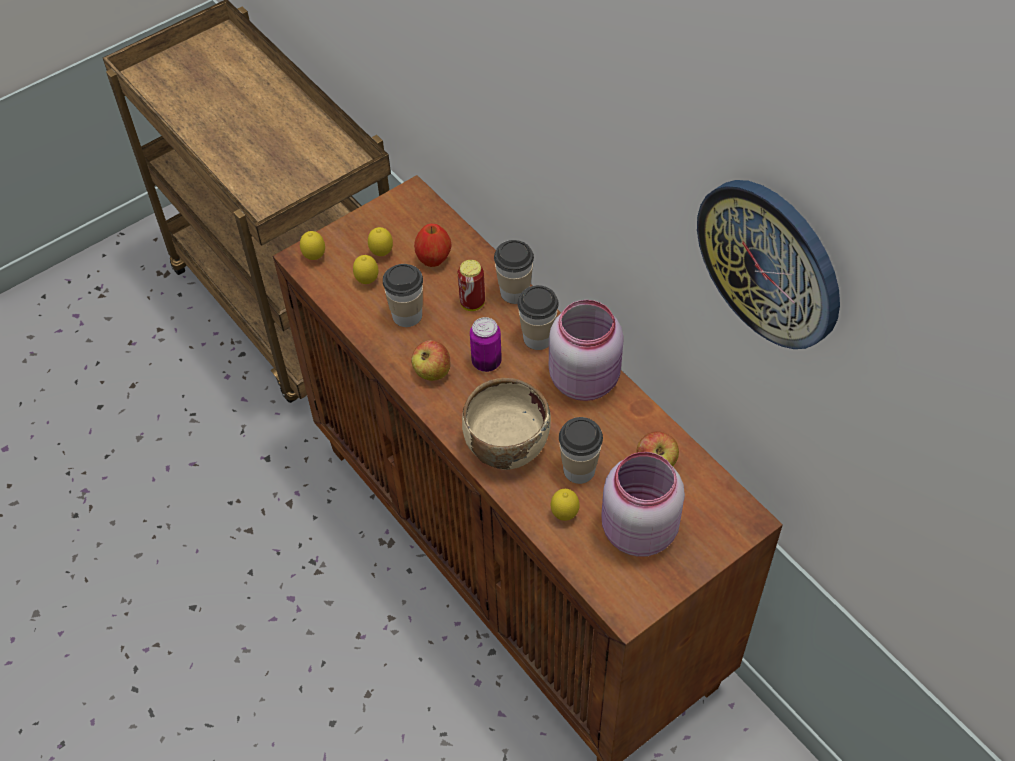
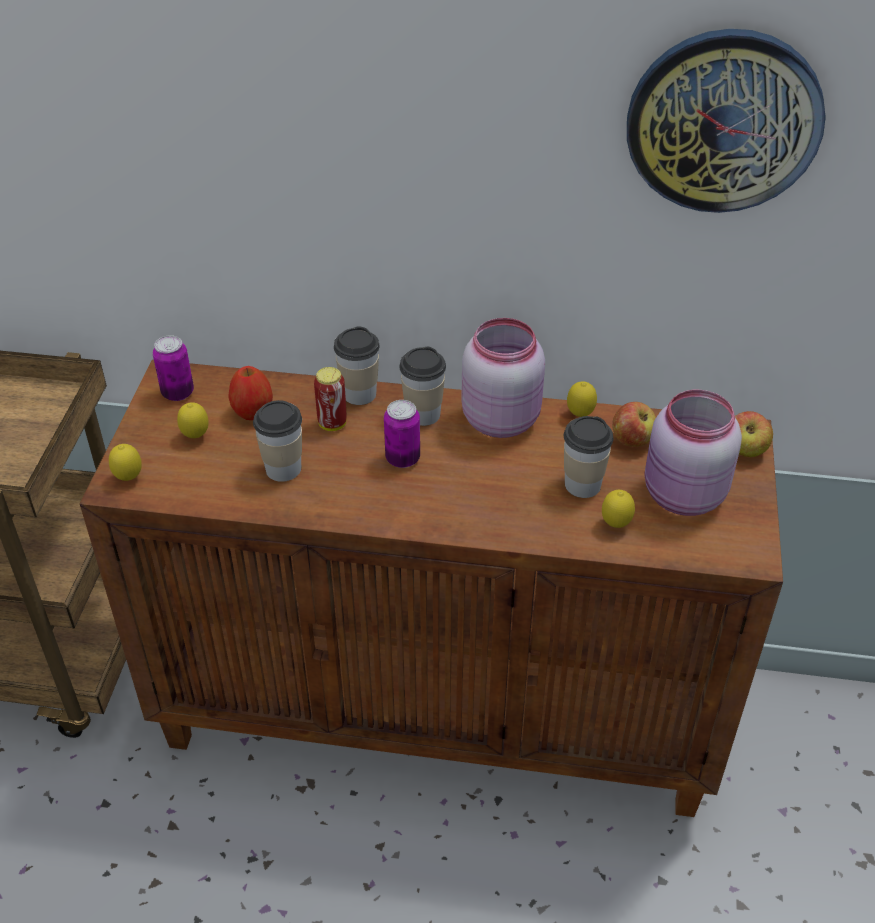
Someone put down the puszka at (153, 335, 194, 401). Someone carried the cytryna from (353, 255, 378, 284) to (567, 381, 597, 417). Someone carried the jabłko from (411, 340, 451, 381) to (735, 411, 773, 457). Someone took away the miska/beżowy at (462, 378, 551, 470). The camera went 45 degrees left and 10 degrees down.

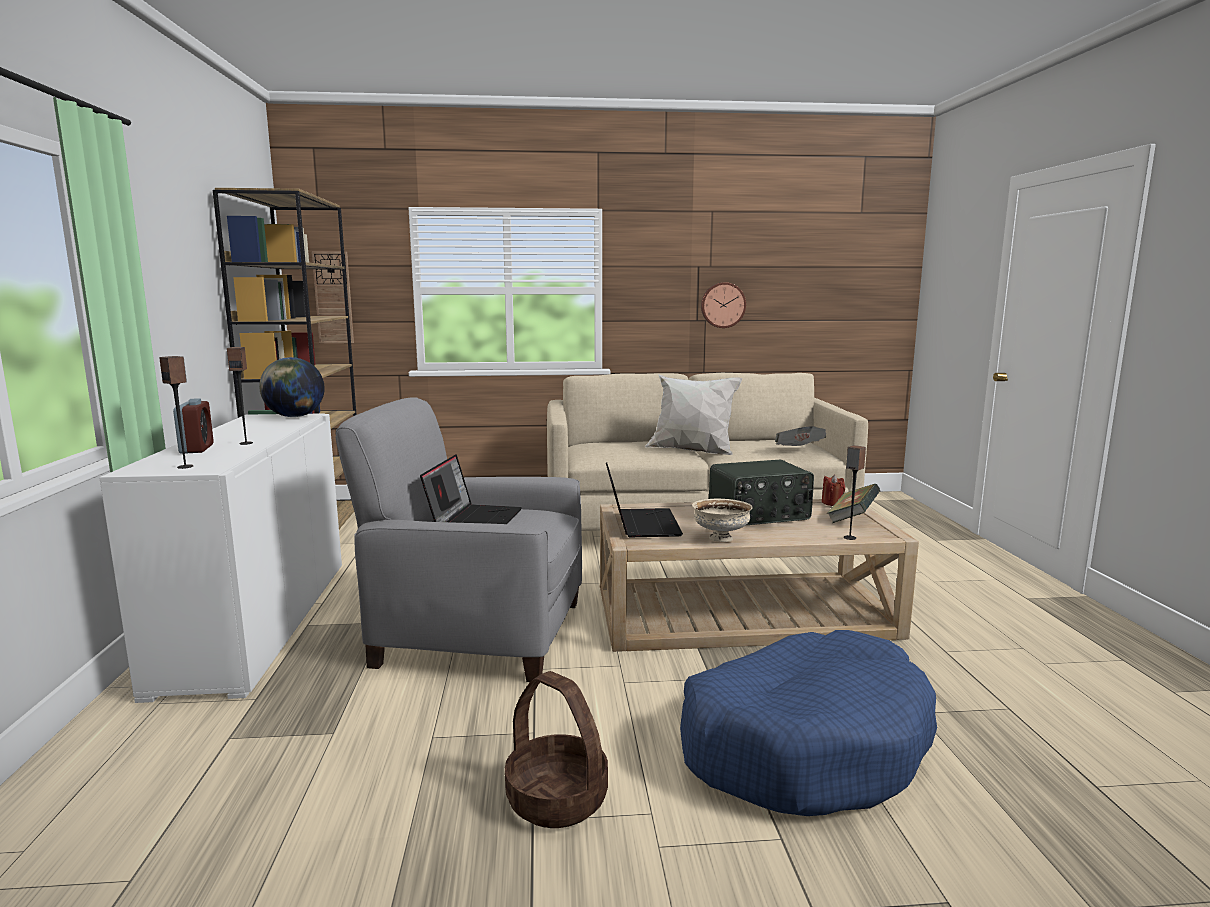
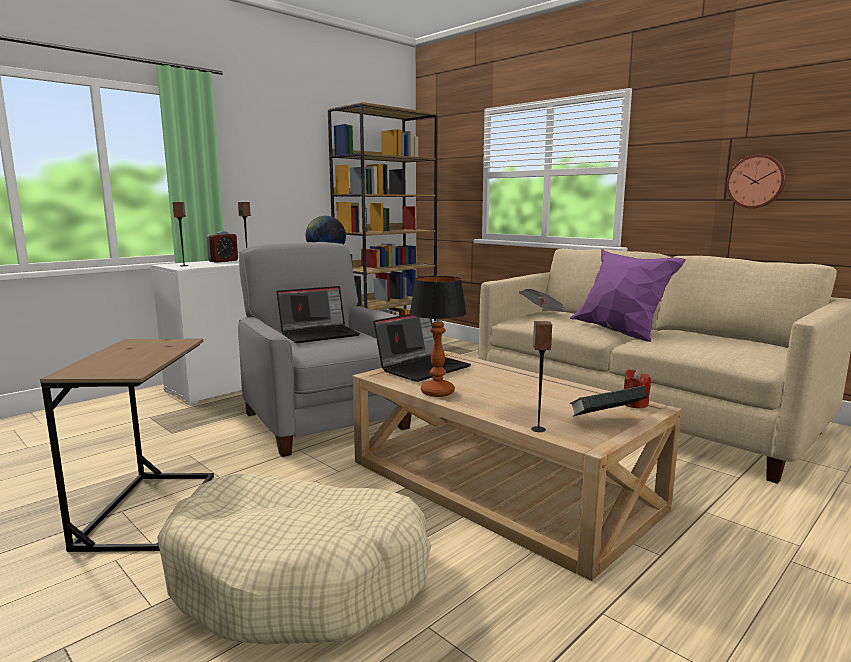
Someone swapped the koszyk at (505, 671, 608, 828) for the stolik/brązowy at (40, 339, 214, 552). Someone repainted the legowisko/niebieski at (680, 630, 937, 816), which became the legowisko/beżowy at (157, 474, 431, 645). Someone swapped the miska/beżowy at (692, 499, 753, 542) for the lampa stołowa at (410, 276, 467, 397). Someone carried the gazeta from (775, 426, 826, 446) to (519, 289, 566, 312). Someone repainted the poduszka/biały at (645, 374, 742, 455), which became the poduszka/fioletowy at (570, 249, 686, 342). Someone took away the zegar ścienny at (312, 252, 354, 343). Someone took away the radio at (709, 460, 814, 525). The camera went 50 degrees right and 0 degrees up.

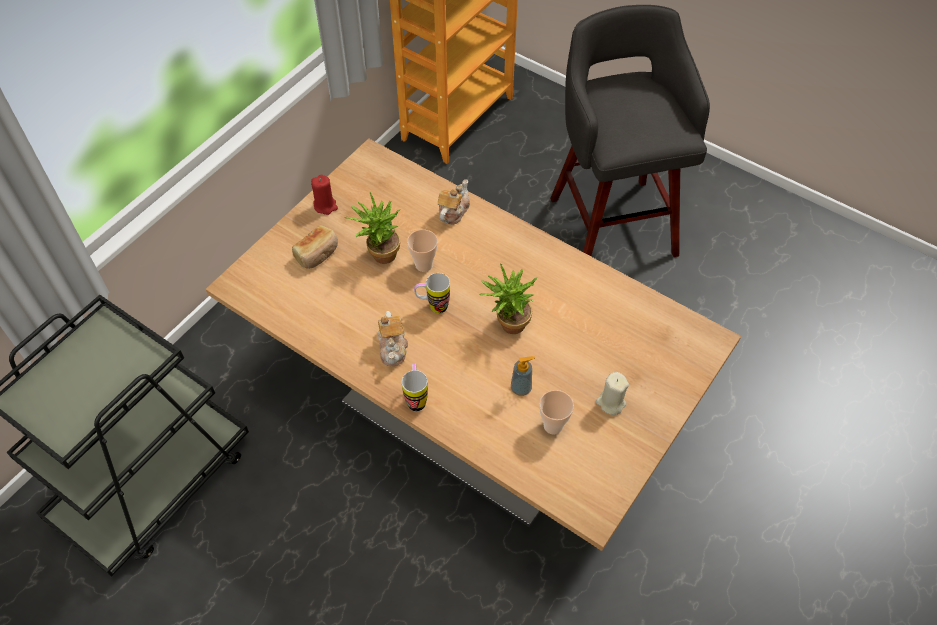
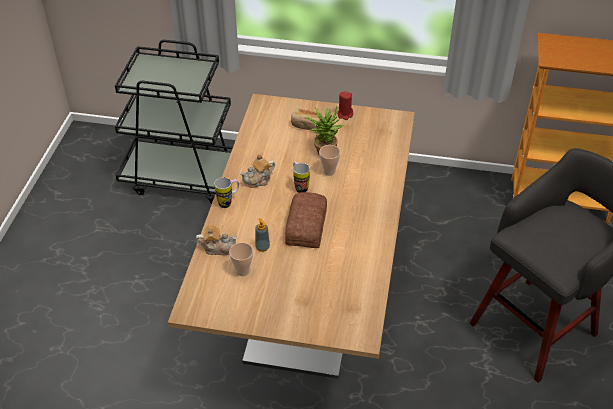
Someone carried the imbryk from (438, 179, 470, 225) to (196, 224, 238, 255). Someone swapped the roślina doniczkowa at (479, 263, 538, 334) for the chleb at (285, 192, 327, 248). Someone took away the świeca/beżowy at (596, 372, 629, 415). The camera went 65 degrees right and 10 degrees down.

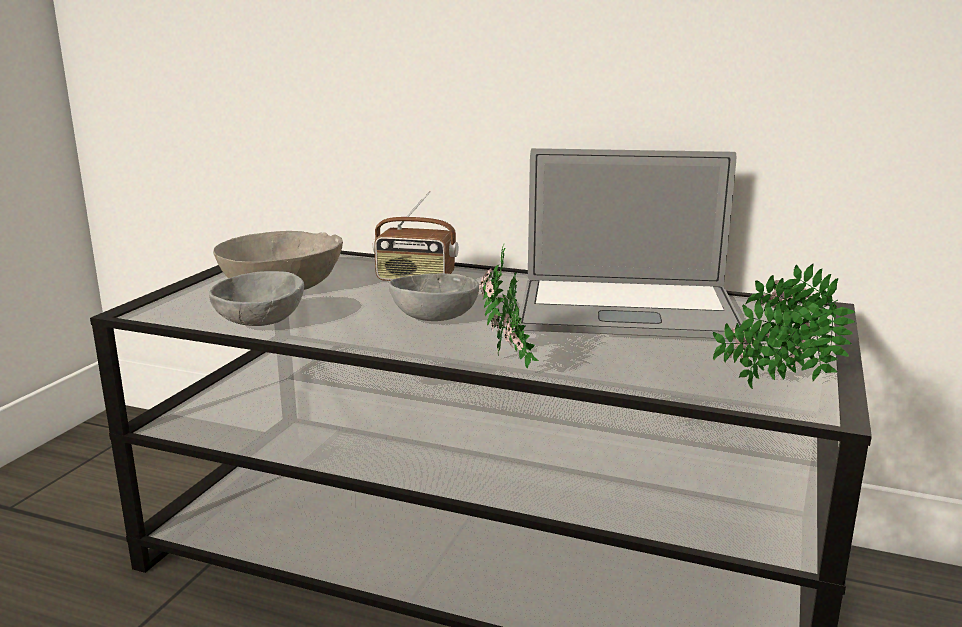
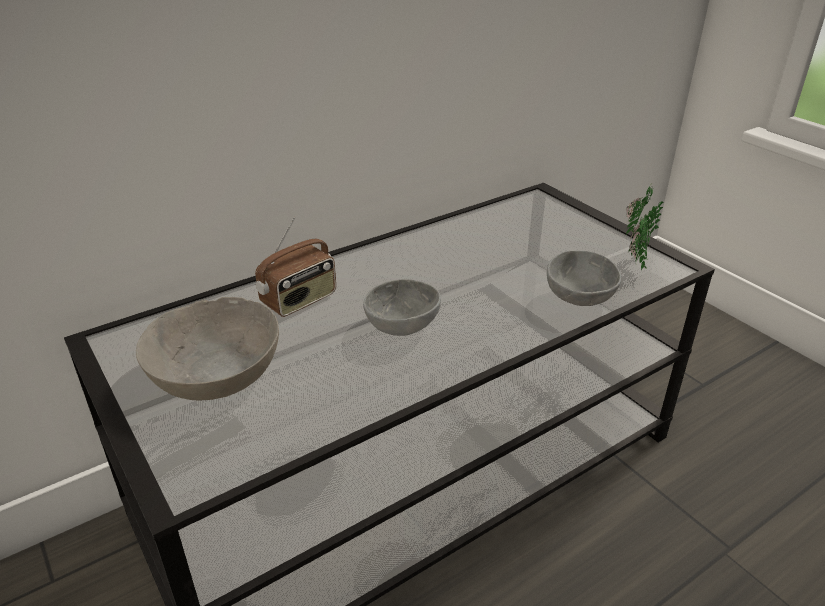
Someone carried the miska/szary from (209, 271, 304, 326) to (547, 250, 621, 306). Someone took away the roślina doniczkowa at (479, 243, 539, 369). Someone took away the laptop at (519, 148, 742, 339). The camera went 55 degrees left and 15 degrees up.

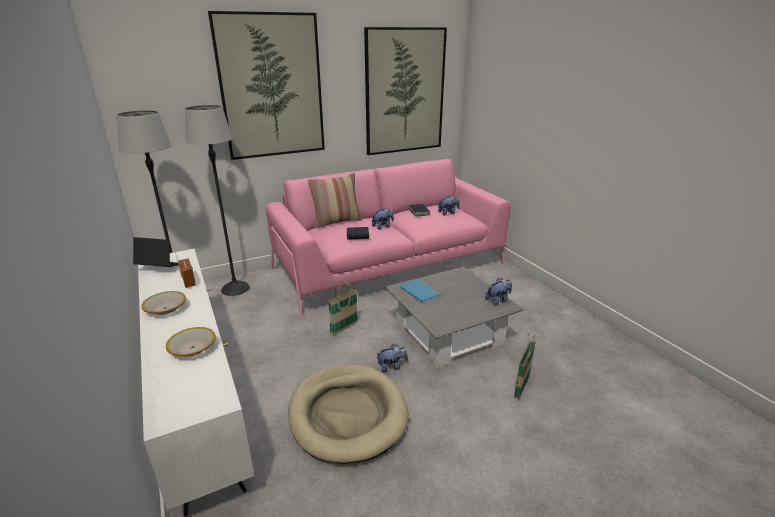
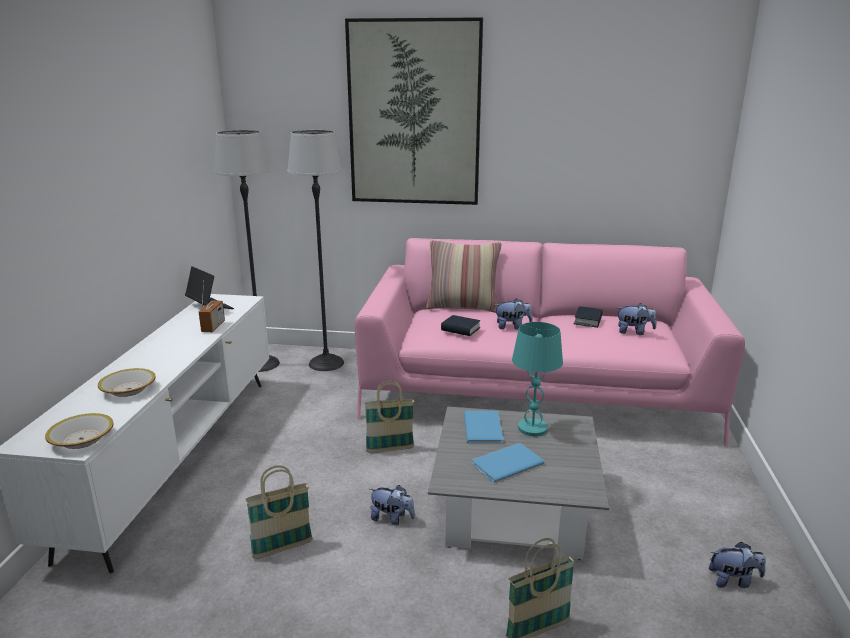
Someone carried the miska from (142, 291, 186, 315) to (45, 413, 114, 449). Someone swapped the legowisko/beżowy at (288, 365, 409, 464) for the koszyk at (246, 465, 313, 559). Someone put down the książka/niebieski at (472, 443, 544, 483). Someone put down the lampa stołowa/turkusowy at (512, 322, 563, 436). Someone carried the pluszak from (485, 278, 512, 306) to (709, 542, 766, 588). Someone took away the obraz at (364, 27, 447, 155). The camera went 35 degrees right and 5 degrees down.

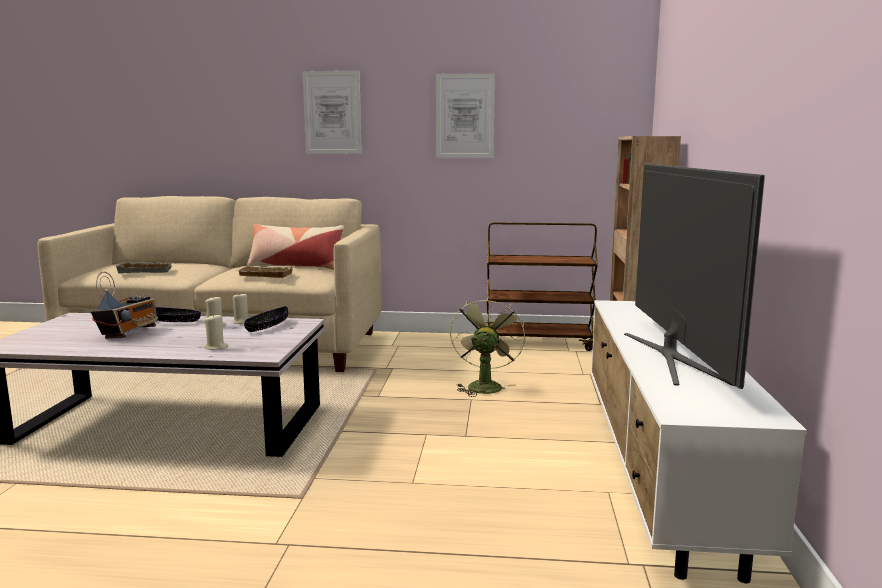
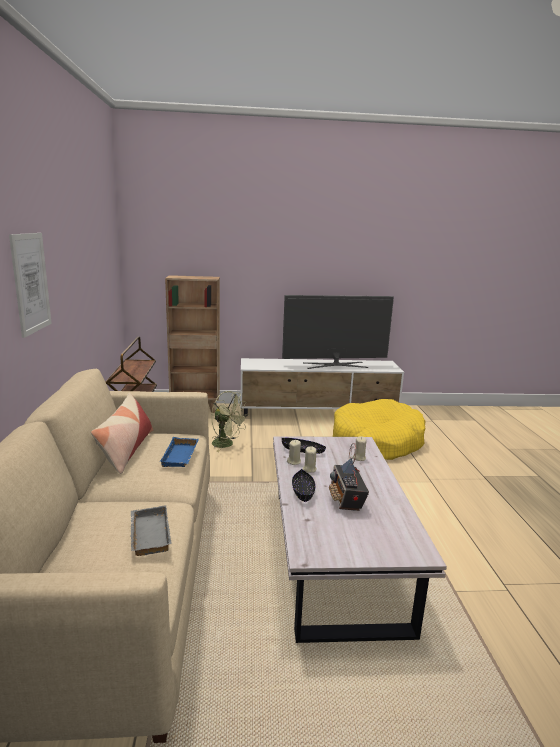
Someone repainted the taca/beżowy at (236, 266, 294, 278), which became the taca/niebieski at (159, 437, 199, 467). Someone rotated the wentylator/zielony at (450, 297, 525, 397) by 150 degrees counterclockwise. Someone rotated the radio at (91, 272, 158, 339) by 105 degrees counterclockwise. Someone put down the legowisko/żółty at (332, 399, 426, 460). Someone took away the obraz at (436, 73, 495, 158). The camera went 100 degrees left and 5 degrees up.

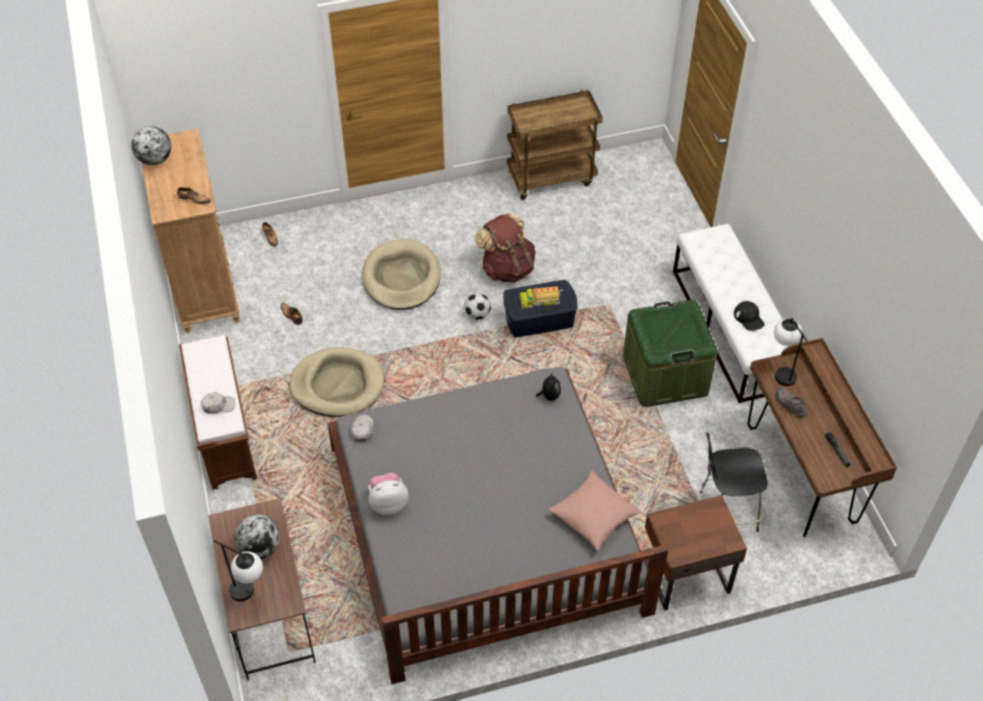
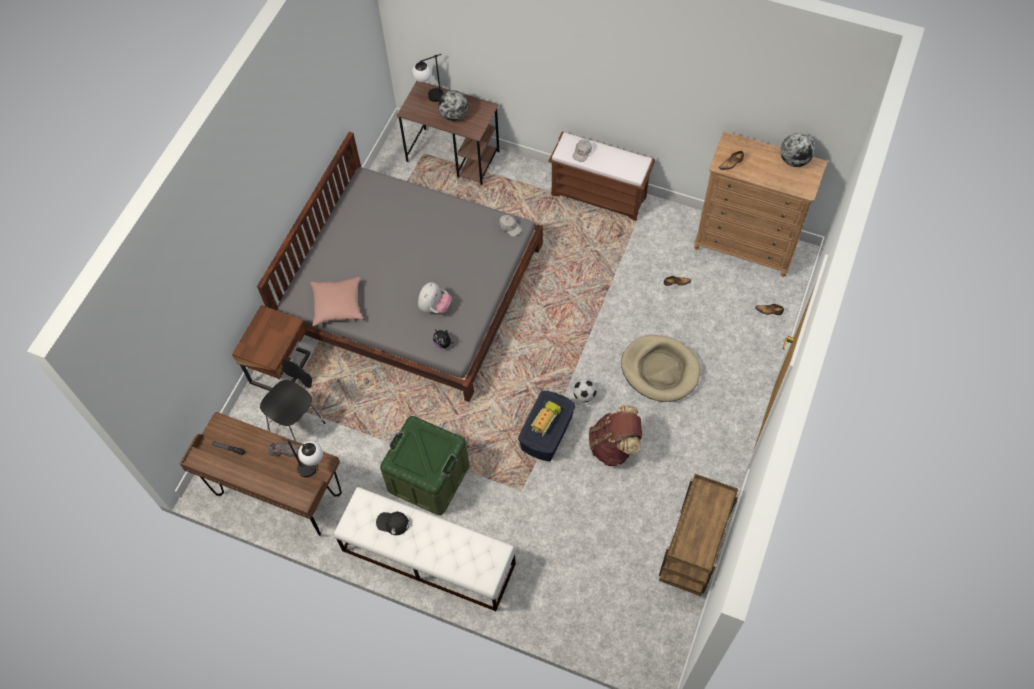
Someone carried the pluszak from (368, 473, 409, 515) to (418, 282, 452, 313). Someone took away the legowisko/beżowy at (289, 347, 384, 417). The camera went 130 degrees right and 10 degrees up.

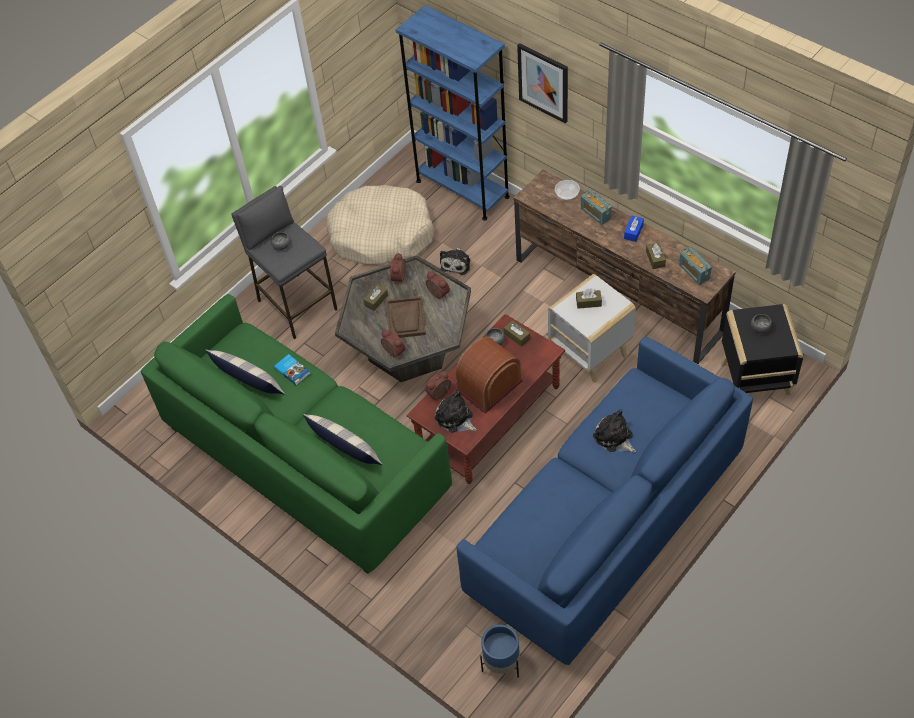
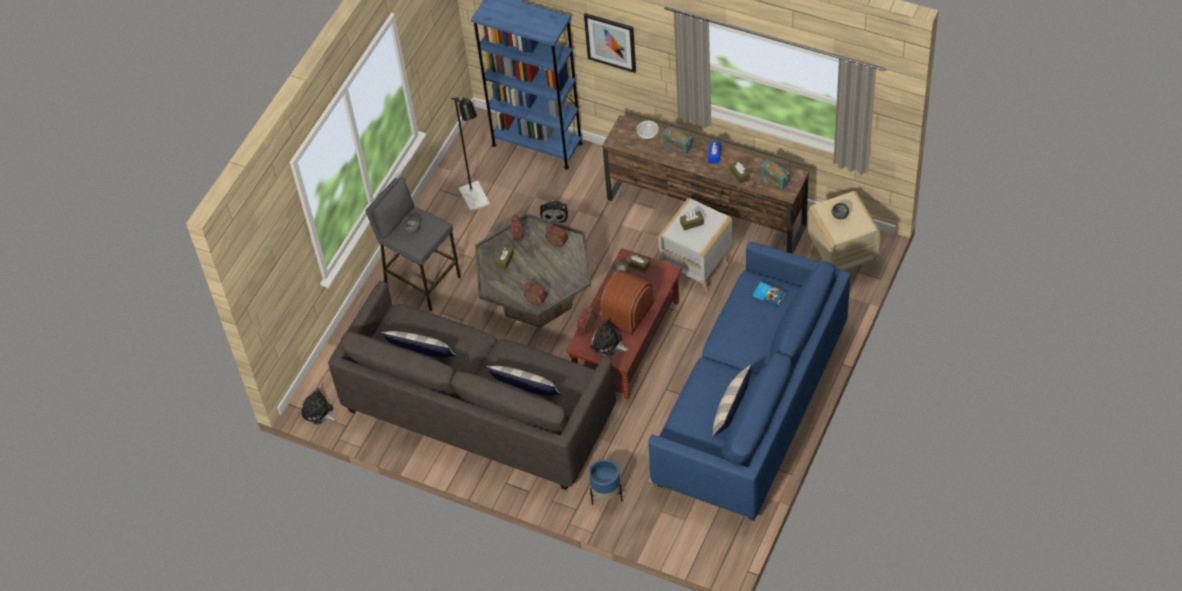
Someone carried the pluszak from (593, 409, 636, 453) to (301, 389, 338, 425). Someone repainted the kanapa/zielony at (141, 294, 452, 574), which became the kanapa/szary at (328, 281, 616, 490). Someone swapped the legowisko/beżowy at (325, 185, 434, 265) for the lampa stojąca/czarny at (448, 96, 490, 212). Someone carried the donica/niebieski from (480, 624, 520, 678) to (589, 459, 623, 505). Someone put down the poduszka at (712, 365, 751, 438). Someone carried the książka from (274, 354, 311, 386) to (753, 282, 786, 306). Someone repainted the stolik/czarny at (721, 304, 803, 395), which became the stolik/beżowy at (808, 191, 881, 270). Someone took away the taca/brązowy at (386, 296, 426, 338). The camera went 15 degrees left and 0 degrees up.

